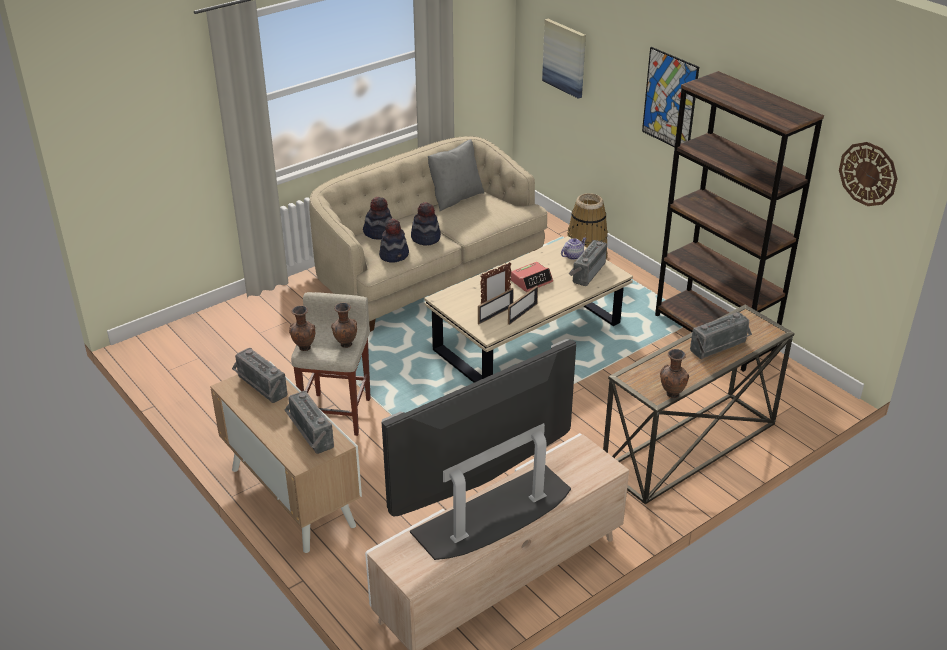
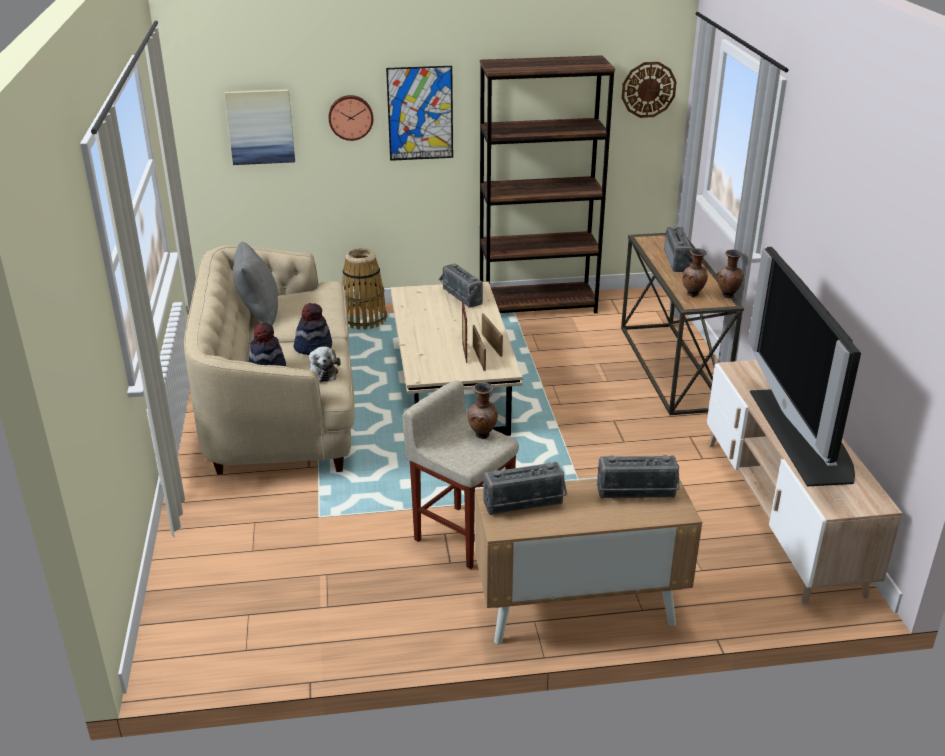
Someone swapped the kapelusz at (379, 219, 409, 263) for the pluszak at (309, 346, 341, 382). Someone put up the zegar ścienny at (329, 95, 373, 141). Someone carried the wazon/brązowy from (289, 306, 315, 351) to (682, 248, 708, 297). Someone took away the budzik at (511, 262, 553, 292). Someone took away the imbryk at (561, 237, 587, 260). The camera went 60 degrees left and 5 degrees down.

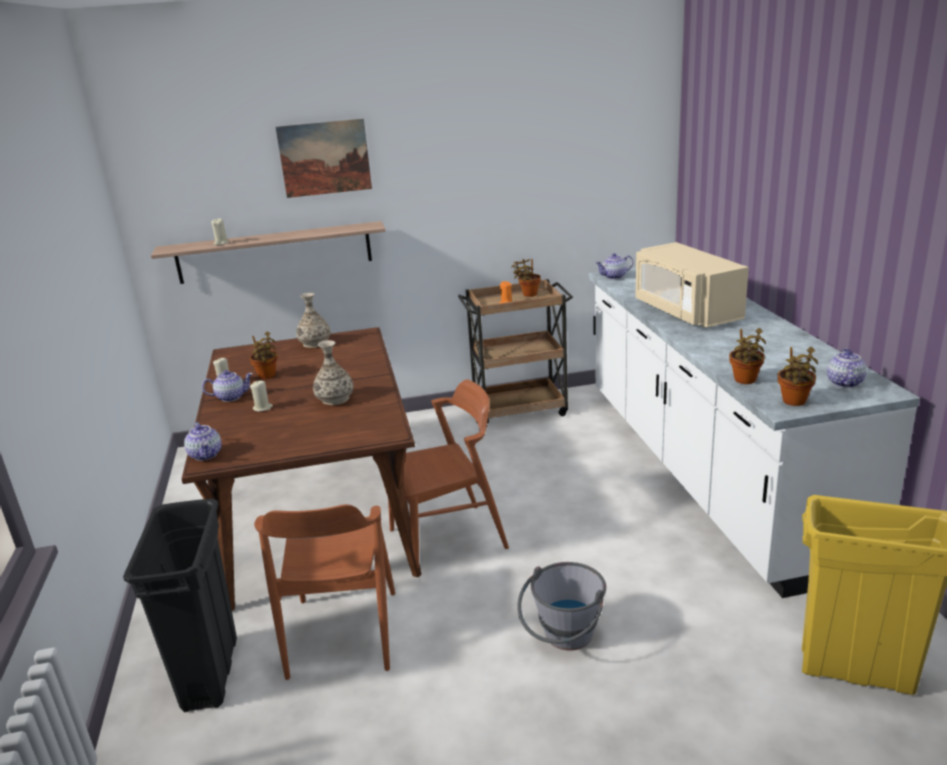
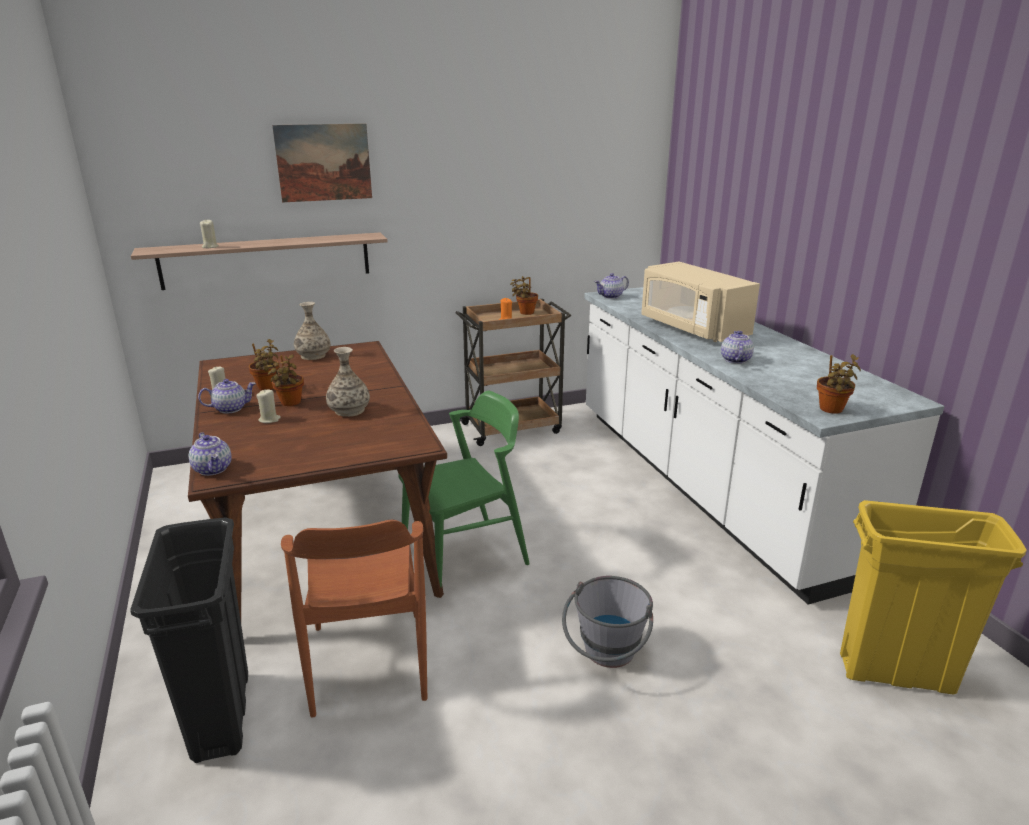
Someone carried the roślina doniczkowa from (729, 328, 766, 384) to (267, 354, 304, 406). Someone repainted the krzesło/brązowy at (388, 379, 509, 568), which became the krzesło/zielony at (398, 391, 530, 587). Someone carried the imbryk from (827, 348, 867, 388) to (721, 331, 754, 364). The camera went 10 degrees left and 0 degrees up.

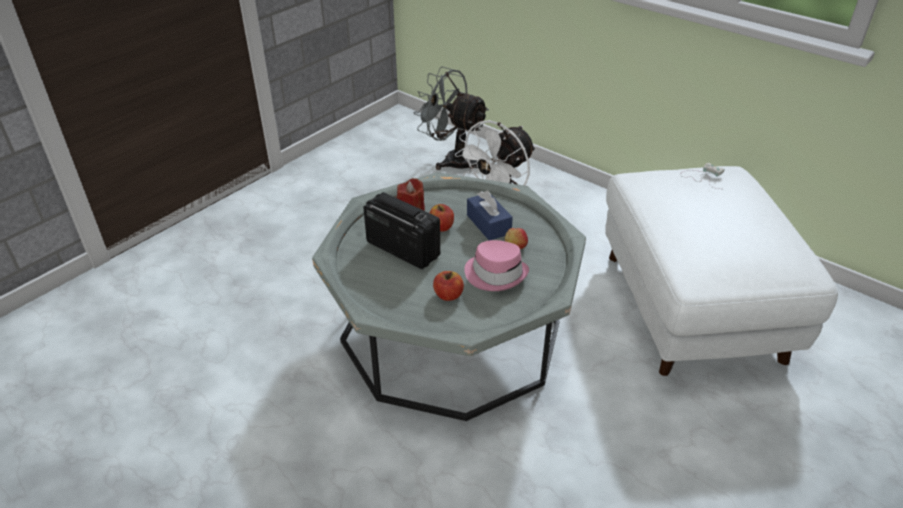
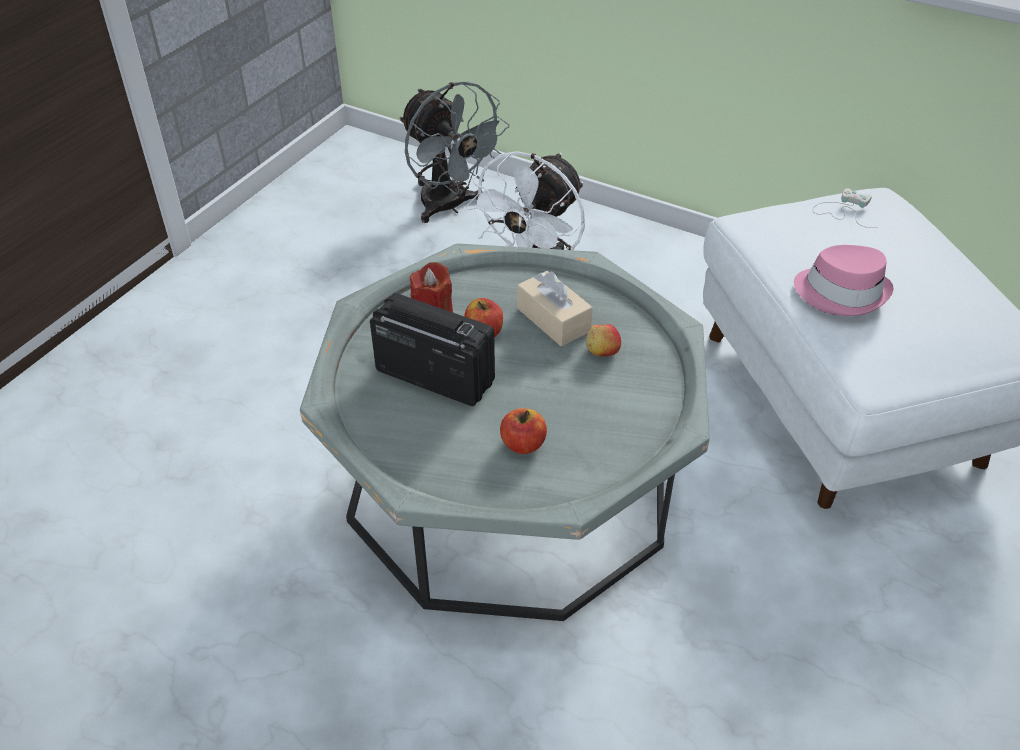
Someone rotated the wentylator/szary at (414, 66, 489, 170) by 150 degrees counterclockwise. Someone repainted the pudełko chusteczek/niebieski at (467, 191, 513, 240), which became the pudełko chusteczek/beżowy at (517, 271, 593, 346). Someone carried the kapelusz/różowy from (464, 240, 529, 291) to (794, 245, 893, 316). The camera went 10 degrees left and 5 degrees up.

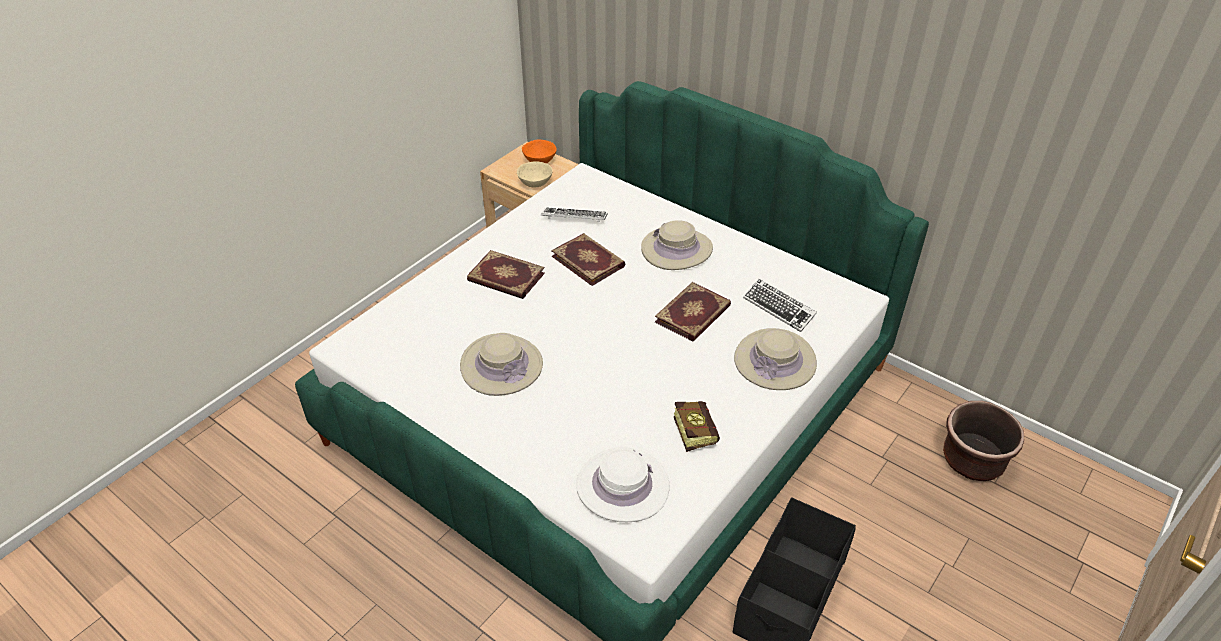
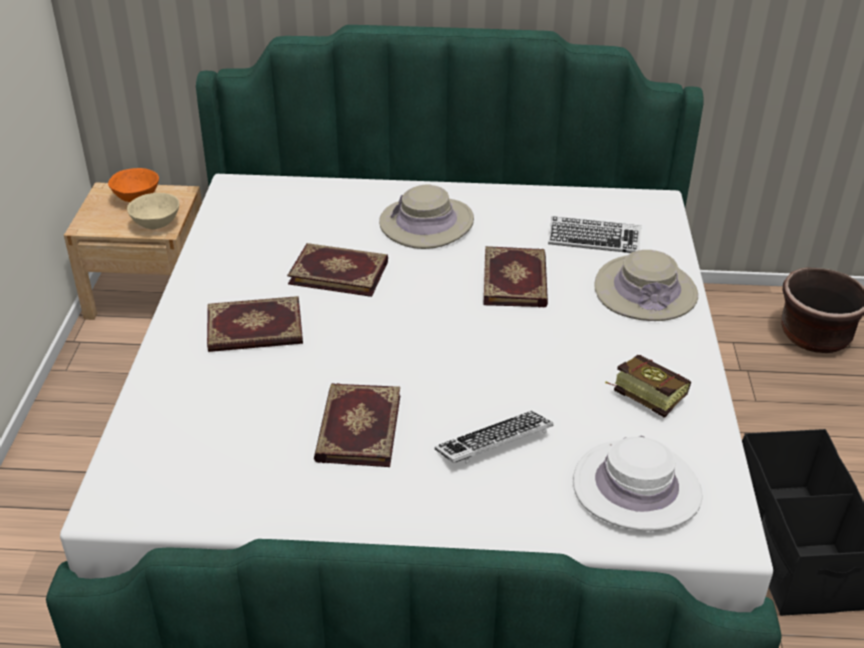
Someone swapped the kapelusz/beżowy at (460, 333, 543, 396) for the książka at (314, 383, 400, 467). Someone carried the klawiatura from (541, 208, 607, 222) to (435, 411, 553, 463). The camera went 35 degrees left and 5 degrees down.

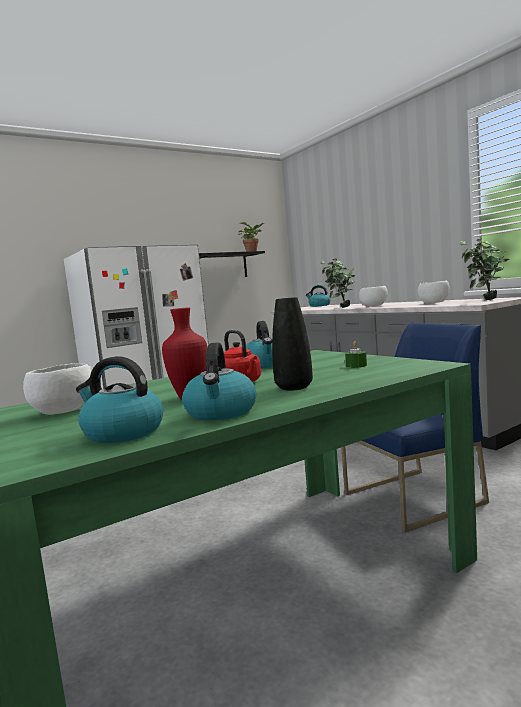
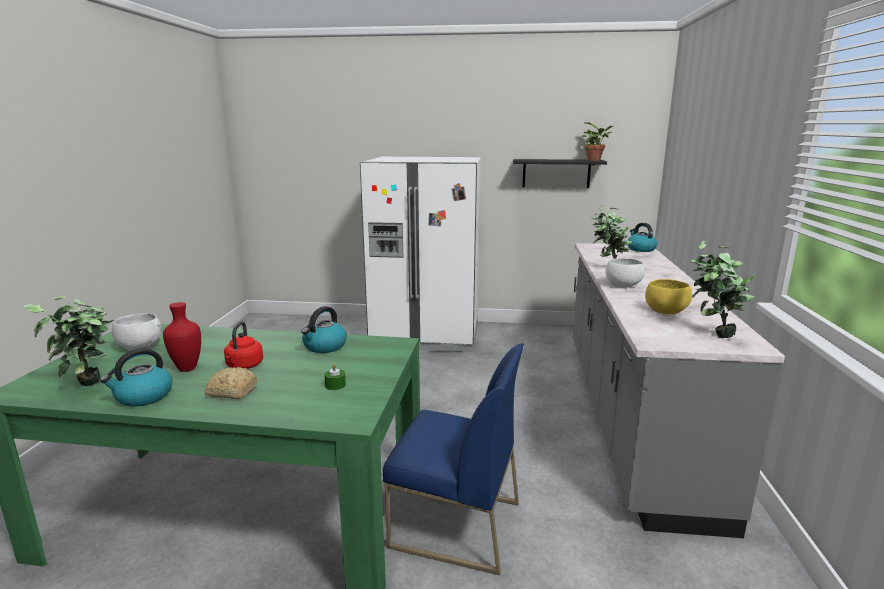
Someone swapped the czajnik at (76, 356, 163, 443) for the roślina doniczkowa at (24, 295, 114, 386). Someone swapped the wazon/czarny at (272, 297, 313, 391) for the chleb at (205, 367, 257, 399). Someone repainted the miska/biały at (418, 280, 450, 304), which became the miska/żółty at (645, 279, 692, 314). The camera went 40 degrees right and 10 degrees up.

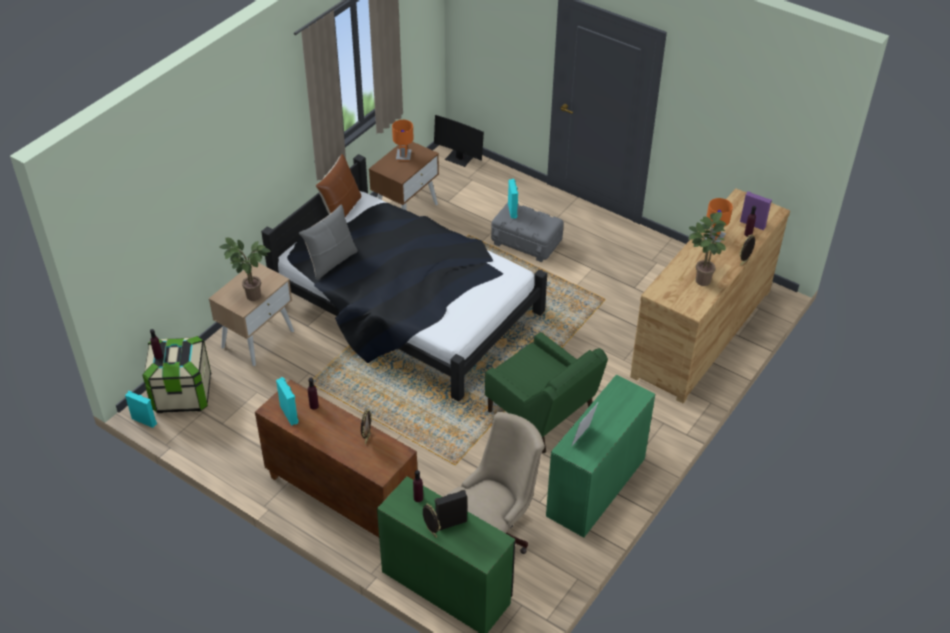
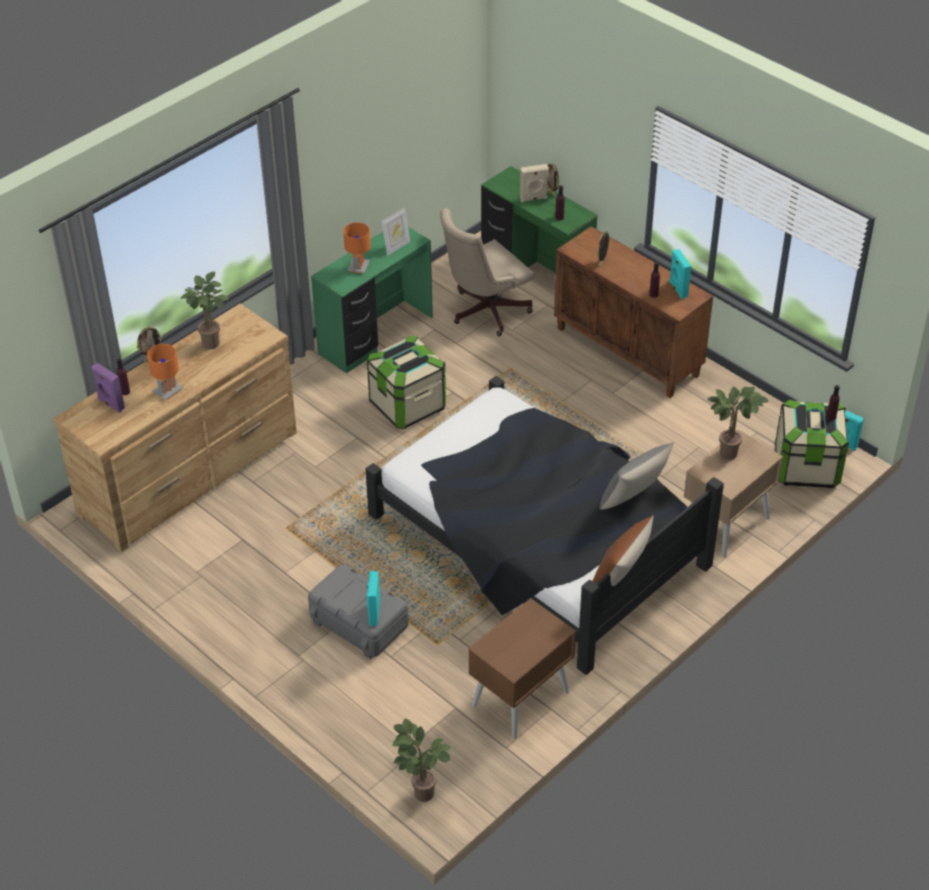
Someone carried the lampa stołowa/pomarańczowy from (392, 120, 414, 161) to (343, 222, 370, 274). Someone swapped the fotel/zielony at (485, 332, 608, 453) for the pojemnik do przechowywania at (367, 336, 446, 429). Someone swapped the monitor at (434, 115, 484, 167) for the roślina doniczkowa at (392, 719, 451, 802). Someone repainted the głośnik/czarny at (435, 490, 467, 531), which became the głośnik/beżowy at (520, 164, 549, 202). The camera went 170 degrees left and 0 degrees up.

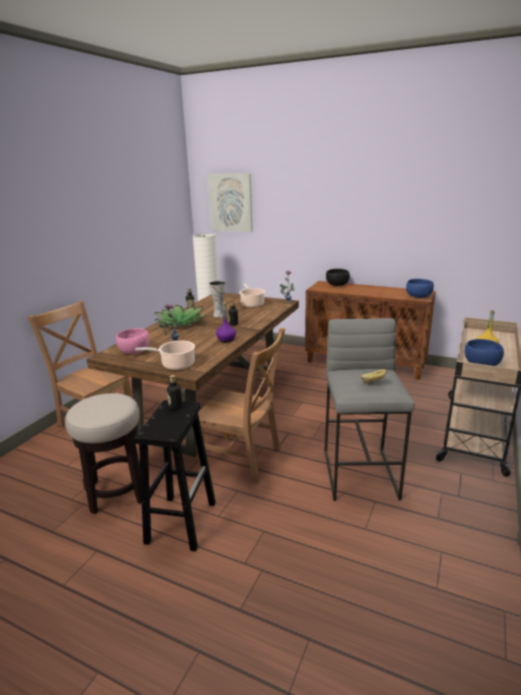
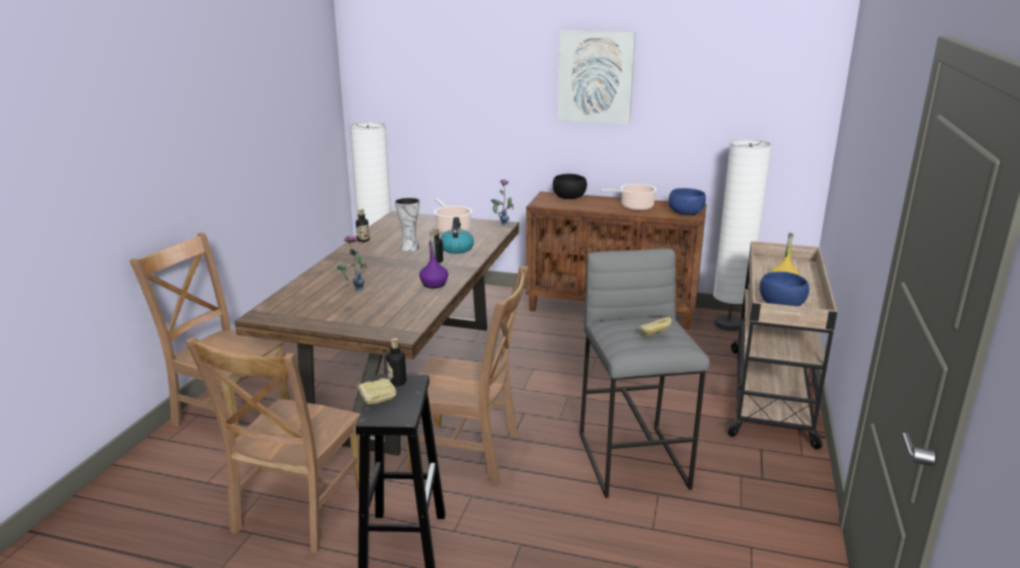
Someone swapped the stołek at (65, 393, 142, 514) for the krzesło/brązowy at (185, 337, 360, 553). Someone put down the chleb at (358, 378, 396, 405). Someone put down the czajnik at (440, 217, 474, 254). Someone carried the obraz from (208, 174, 253, 232) to (558, 30, 635, 124). Someone carried the garnek from (135, 341, 195, 370) to (601, 184, 657, 211). Someone put down the lampa stojąca/biały at (713, 139, 772, 331). Someone took away the miska/różowy at (116, 328, 150, 354). Someone took away the roślina doniczkowa at (155, 305, 207, 327). The camera went 10 degrees left and 0 degrees up.

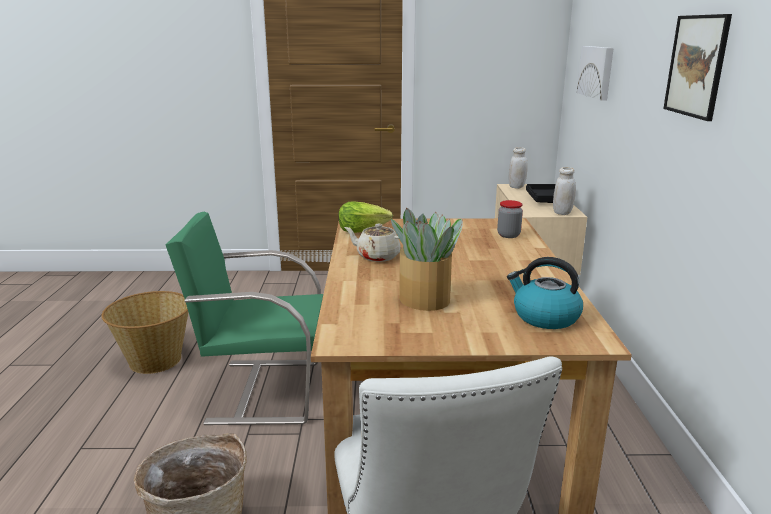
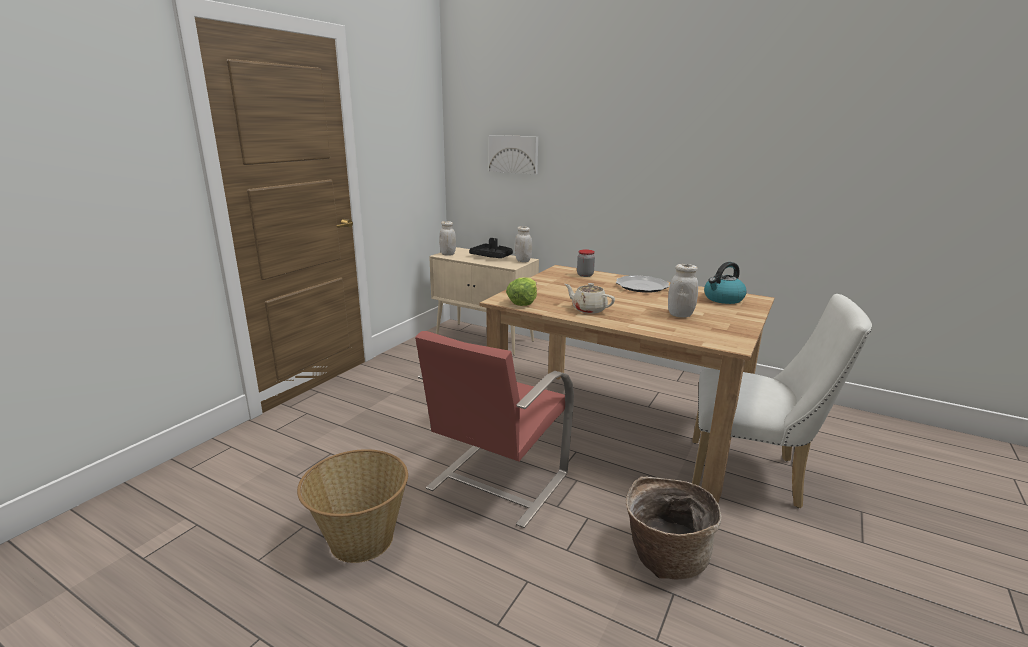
Someone repainted the krzesło/zielony at (166, 212, 323, 425), which became the krzesło/czerwony at (415, 331, 574, 528). Someone rotated the imbryk/beżowy at (344, 224, 401, 262) by 75 degrees clockwise. Someone put down the talerz at (616, 275, 669, 293). Someone swapped the roślina doniczkowa at (391, 208, 463, 311) for the słoik/biały at (668, 264, 698, 318). Someone took away the obraz at (663, 14, 732, 121). The camera went 60 degrees left and 0 degrees up.

